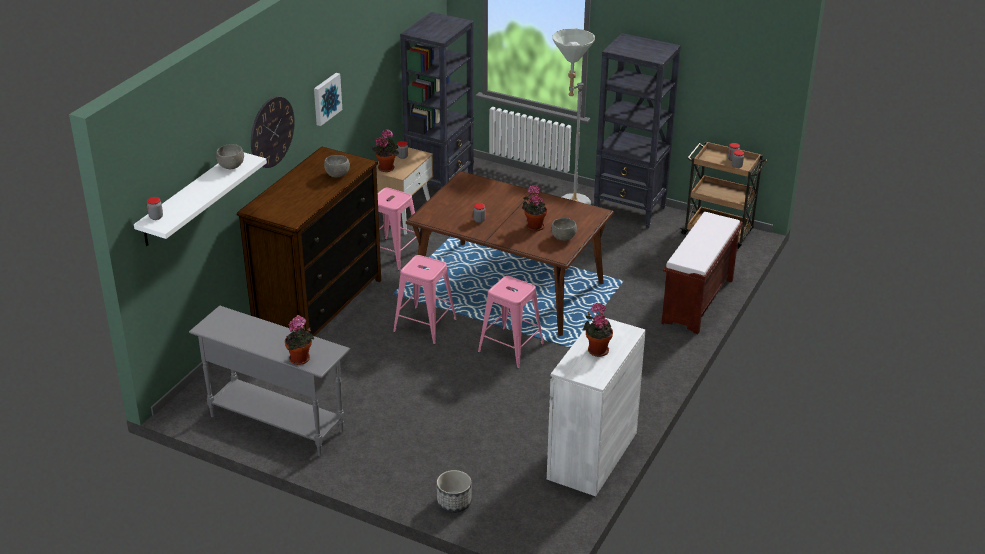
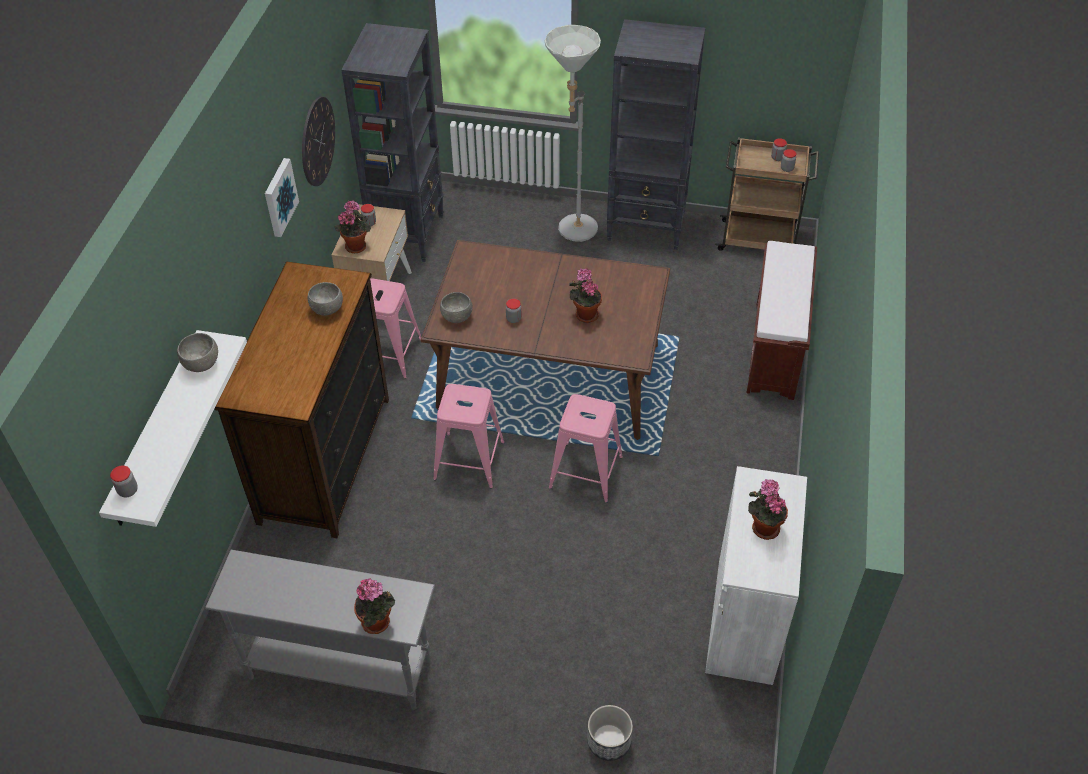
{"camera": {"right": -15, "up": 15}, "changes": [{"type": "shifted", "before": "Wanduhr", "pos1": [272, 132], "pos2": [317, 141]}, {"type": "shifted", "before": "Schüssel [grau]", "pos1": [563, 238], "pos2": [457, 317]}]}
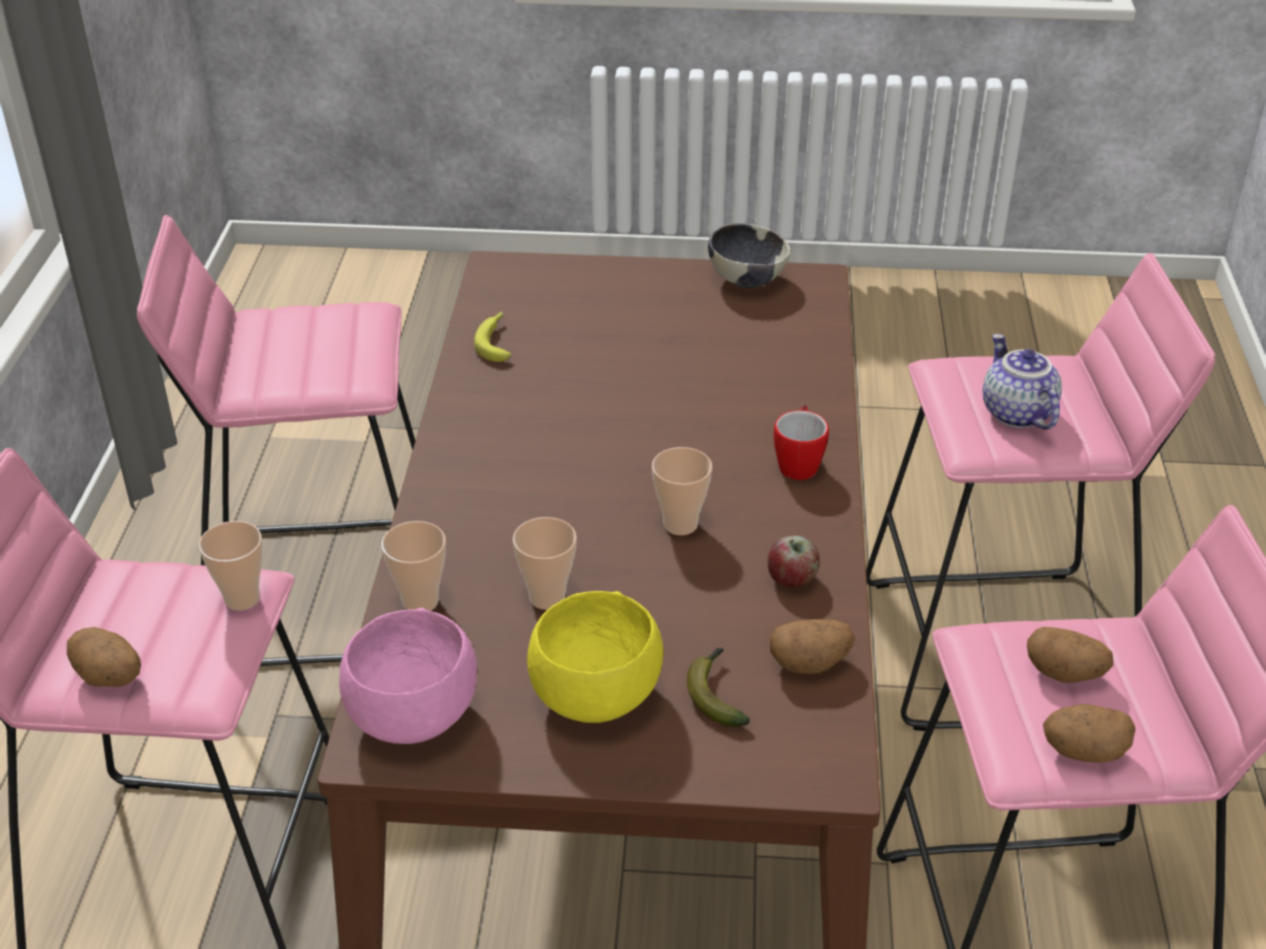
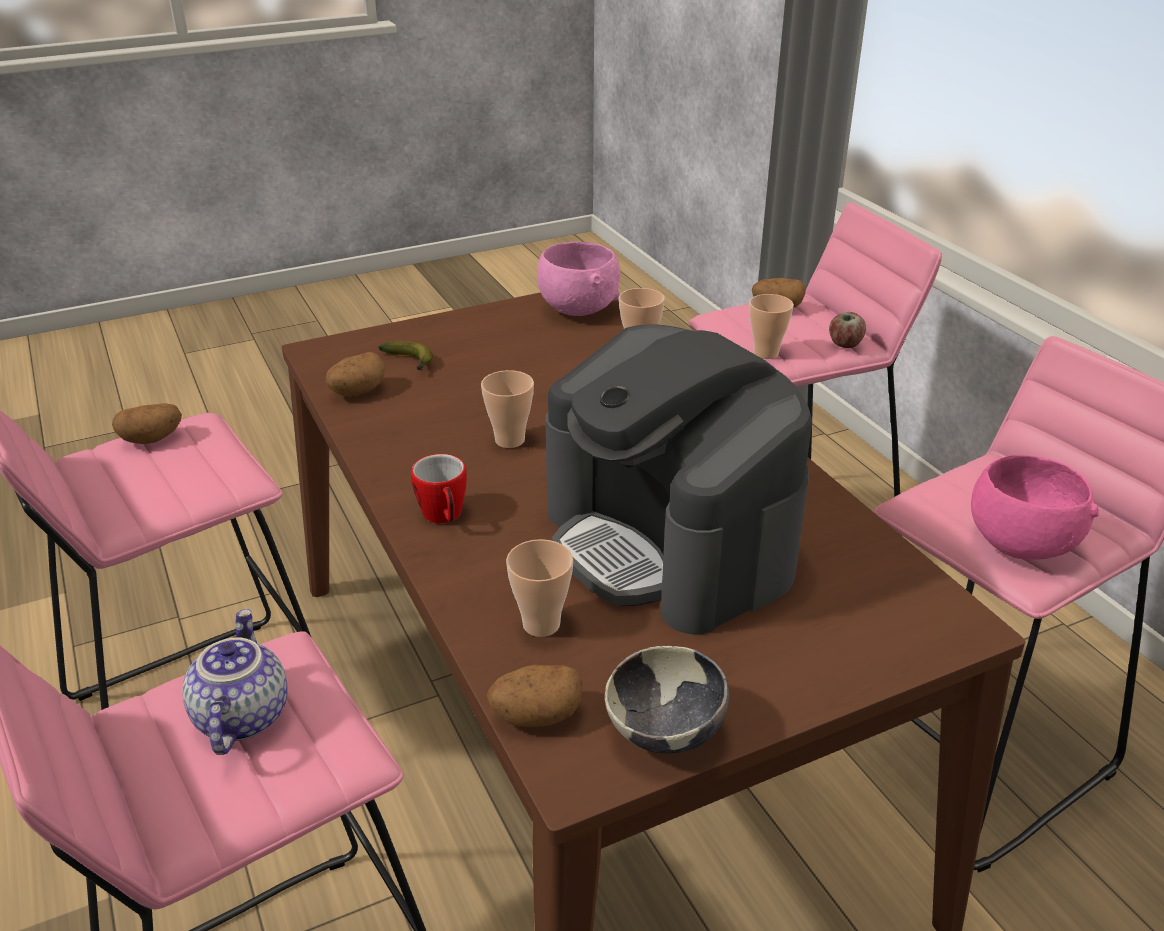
{"camera": {"right": 150, "up": -5}, "changes": [{"type": "rotated", "before": "Teekanne", "pos1": [1015, 413], "pos2": [239, 716], "turn": -135}, {"type": "shifted", "before": "Kartoffel", "pos1": [1065, 673], "pos2": [536, 716]}, {"type": "shifted", "before": "Tasse", "pos1": [547, 597], "pos2": [541, 624]}, {"type": "new", "after": "Kaffeemaschine", "pos2": [669, 543]}, {"type": "shifted", "before": "Apfel", "pos1": [792, 579], "pos2": [844, 344]}, {"type": "new", "after": "Schüssel [rosa]", "pos2": [1018, 544]}, {"type": "gone", "before": "Banane", "pos1": [496, 341]}, {"type": "gone", "before": "Schüssel [gelb]", "pos1": [595, 698]}]}
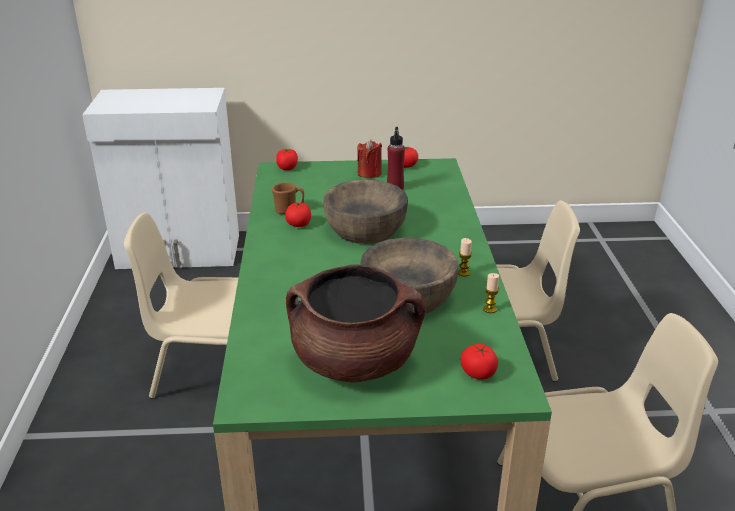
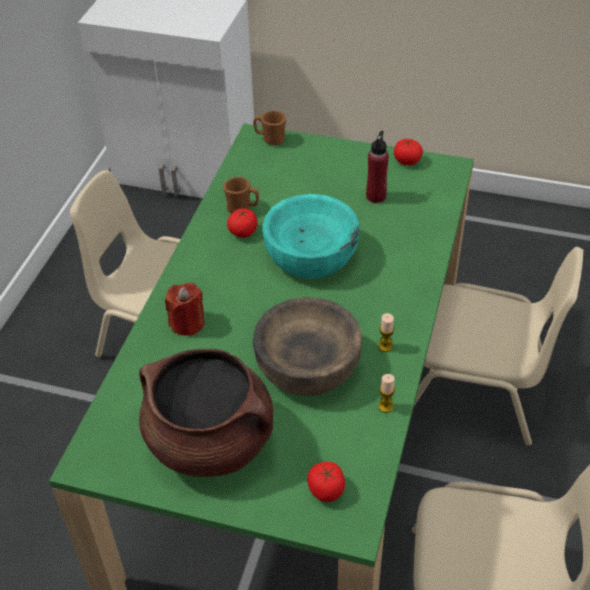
{"camera": {"right": 20, "up": 15}, "changes": [{"type": "shifted", "before": "Kerze [rot]", "pos1": [369, 173], "pos2": [187, 323]}, {"type": "swapped", "before": "Tomate", "after": "Henkelbecher [braun]", "pos1": [287, 168], "pos2": [270, 139]}, {"type": "repainted", "before": "Schüssel [braun]", "after": "Schüssel [türkis]", "pos1": [365, 229], "pos2": [311, 254]}]}
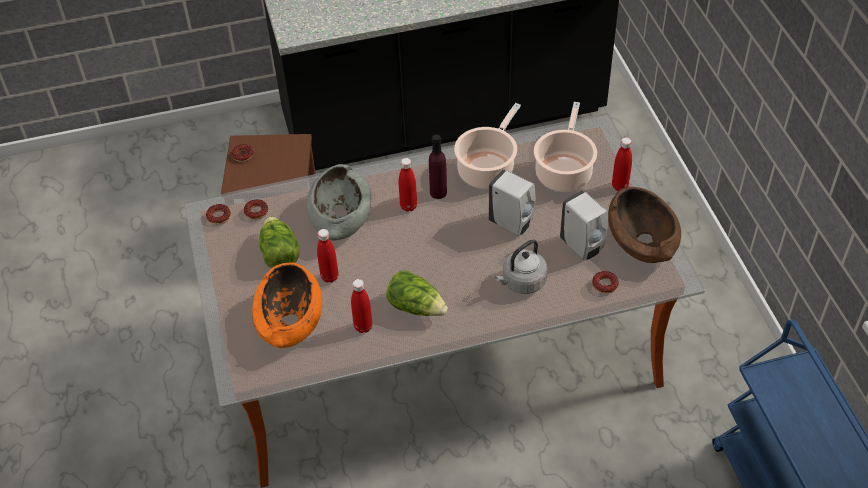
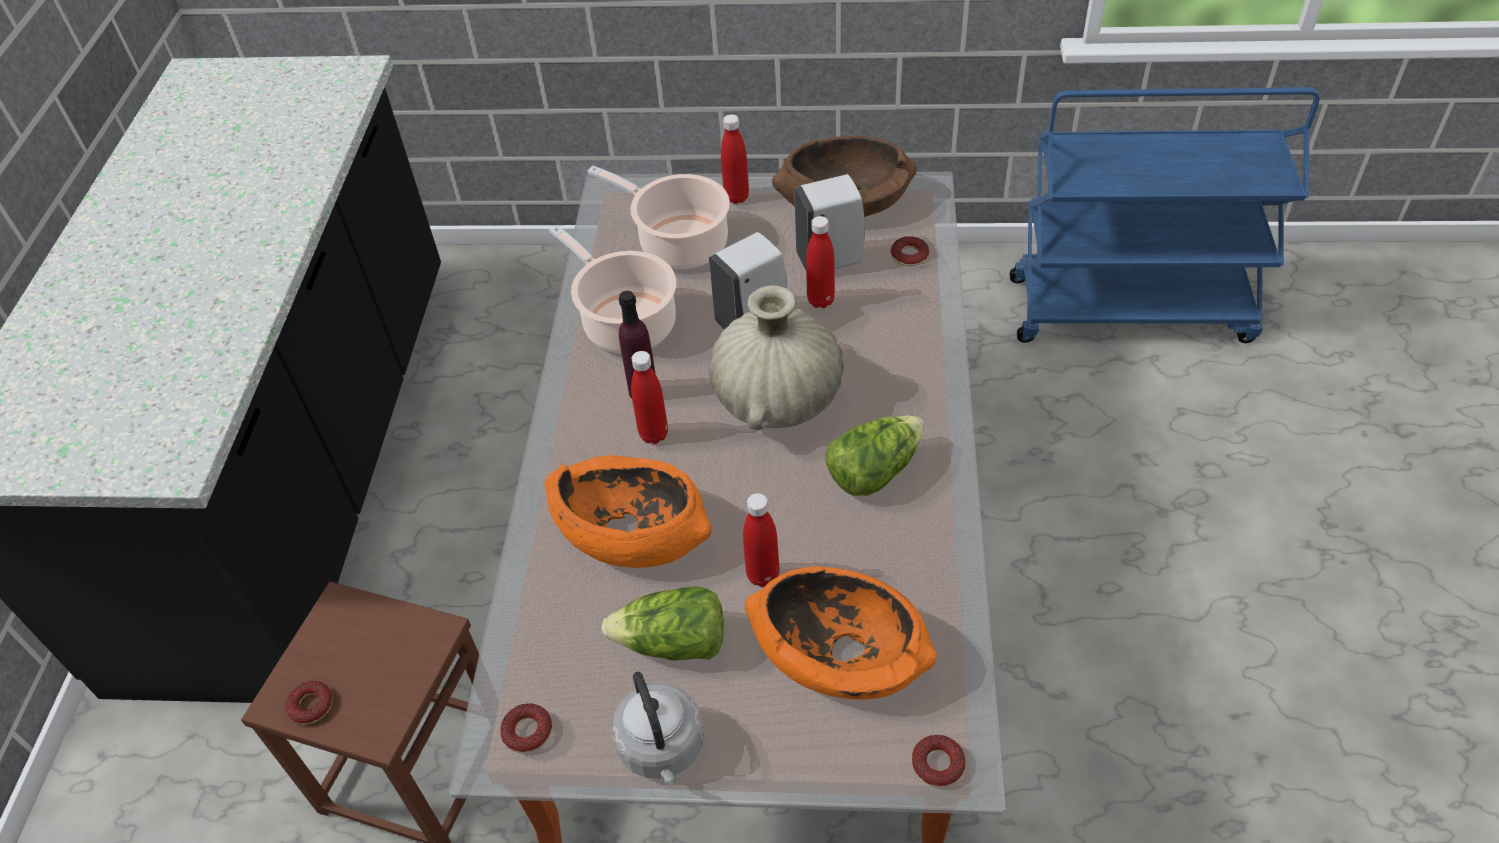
{"camera": {"right": -70, "up": 0}, "changes": [{"type": "repainted", "before": "Schüssel [grau]", "after": "Schüssel [orange]", "pos1": [340, 217], "pos2": [630, 532]}, {"type": "shifted", "before": "Wasserkessel [grau]", "pos1": [522, 282], "pos2": [662, 749]}, {"type": "new", "after": "Vase [beige]", "pos2": [777, 399]}, {"type": "shifted", "before": "Flasche [rot]", "pos1": [363, 327], "pos2": [820, 300]}, {"type": "shifted", "before": "Donut", "pos1": [256, 212], "pos2": [937, 764]}]}
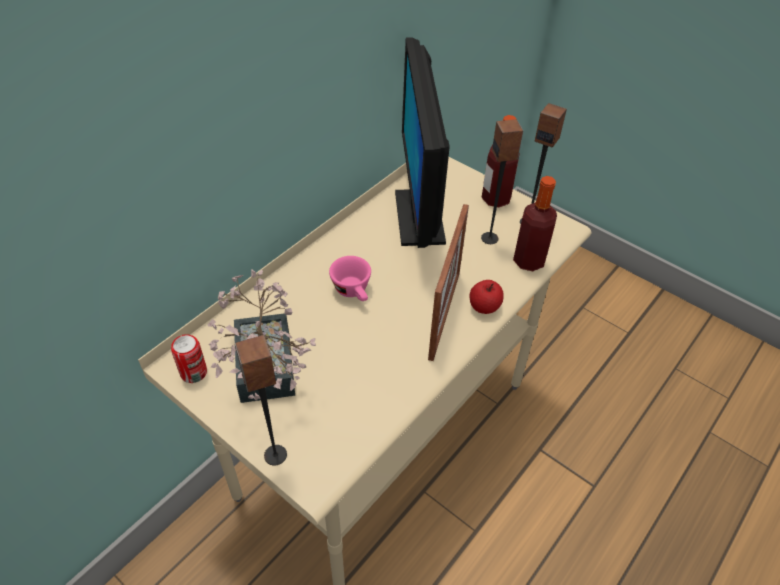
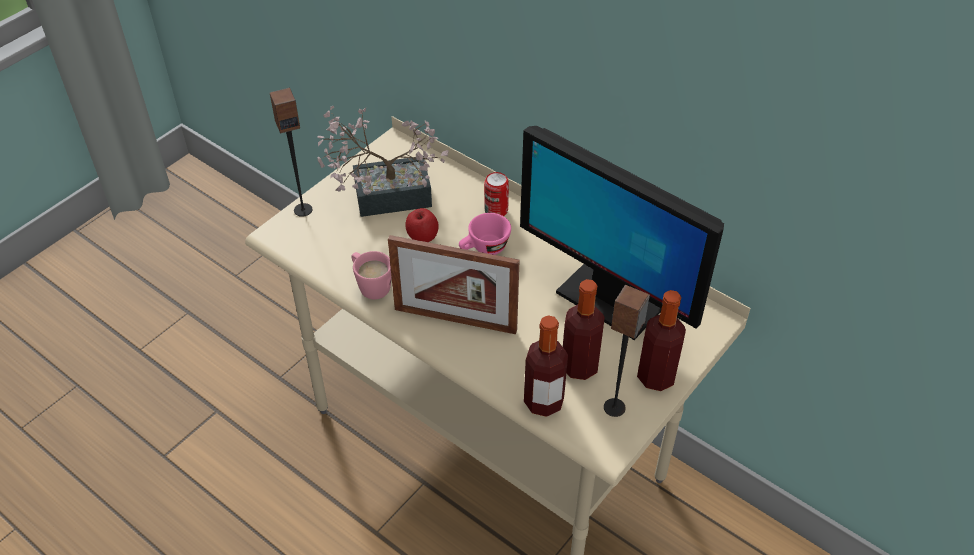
{"camera": {"right": 90, "up": 0}, "changes": [{"type": "new", "after": "Henkelbecher [rosa]", "pos2": [371, 286]}, {"type": "shifted", "before": "Apfel", "pos1": [484, 307], "pos2": [422, 236]}, {"type": "shifted", "before": "Dose", "pos1": [194, 373], "pos2": [496, 210]}, {"type": "rotated", "before": "Monitor", "pos1": [419, 217], "pos2": [608, 300], "turn": -135}, {"type": "swapped", "before": "Lautsprecher", "after": "Flasche", "pos1": [490, 238], "pos2": [579, 366]}]}
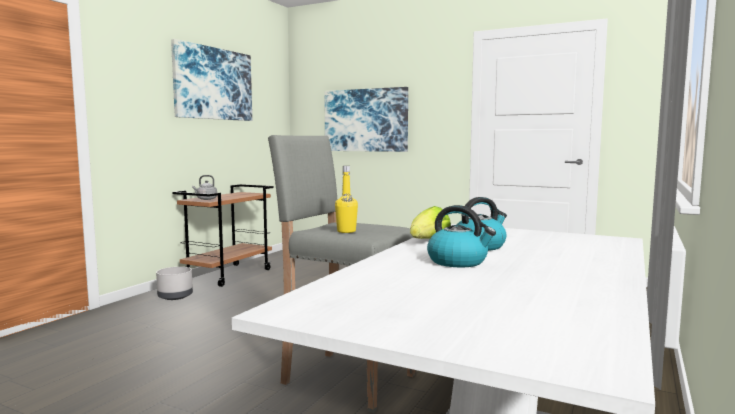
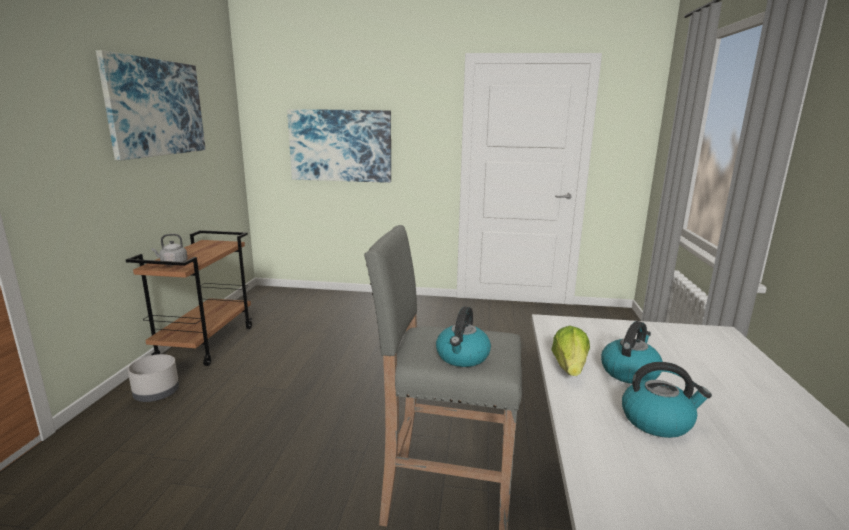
{"camera": {"right": -20, "up": 10}, "changes": [{"type": "swapped", "before": "Flasche [gelb]", "after": "Wasserkessel", "pos1": [346, 231], "pos2": [462, 357]}]}
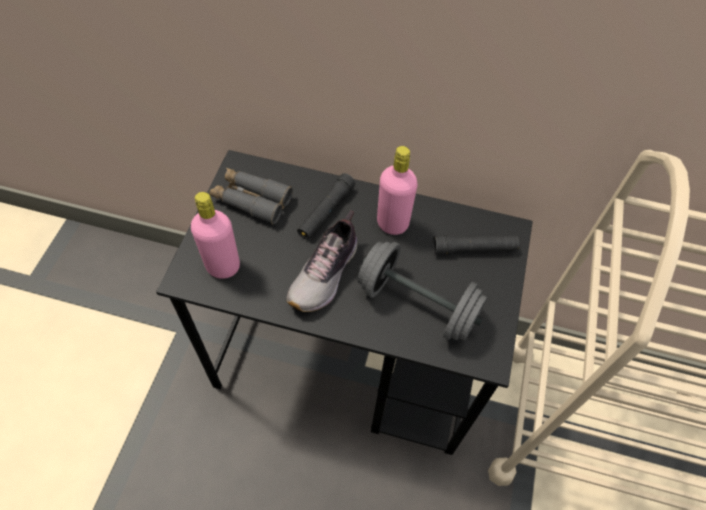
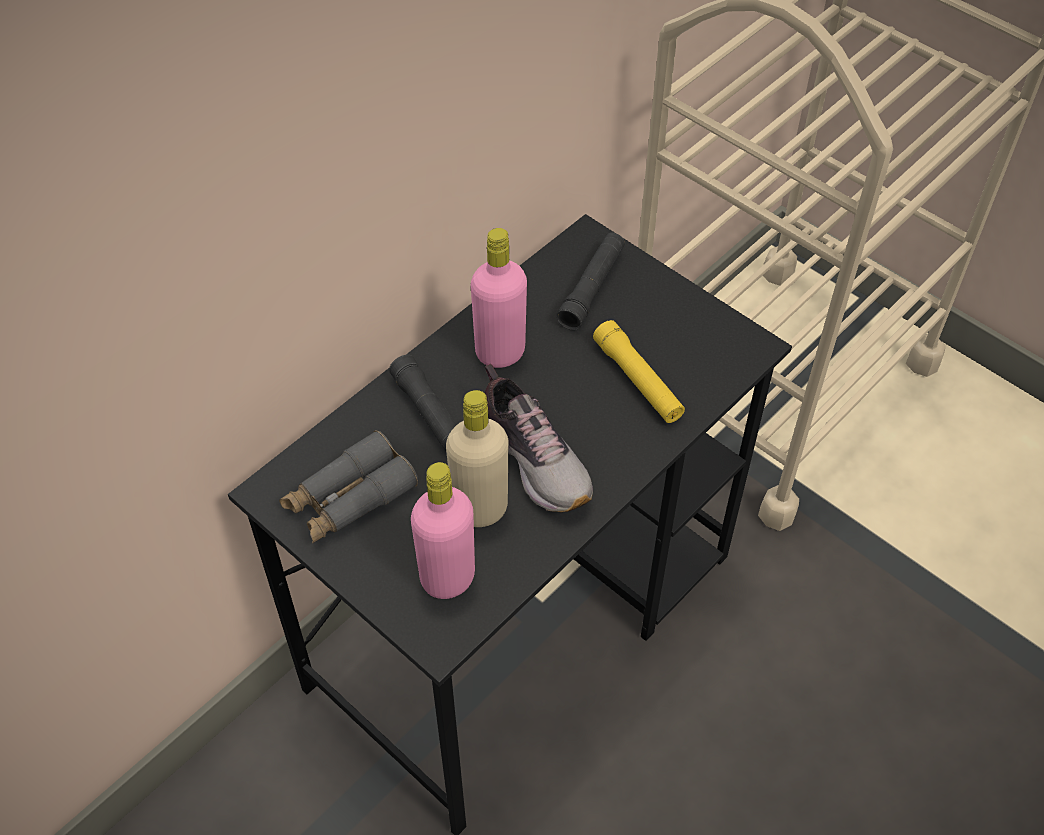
{"camera": {"right": -60, "up": -5}, "changes": [{"type": "new", "after": "Flasche [beige]", "pos2": [480, 508]}, {"type": "swapped", "before": "Hantel [grau]", "after": "Taschenlampe [gelb]", "pos1": [417, 304], "pos2": [638, 380]}]}
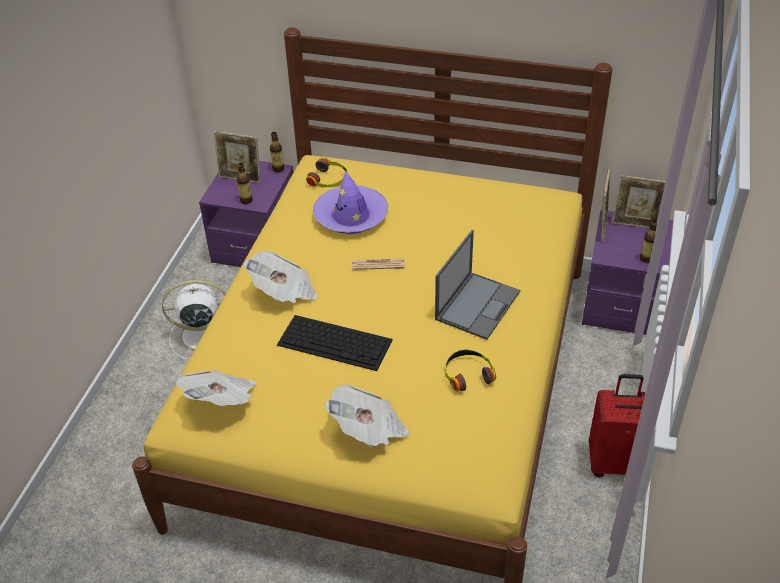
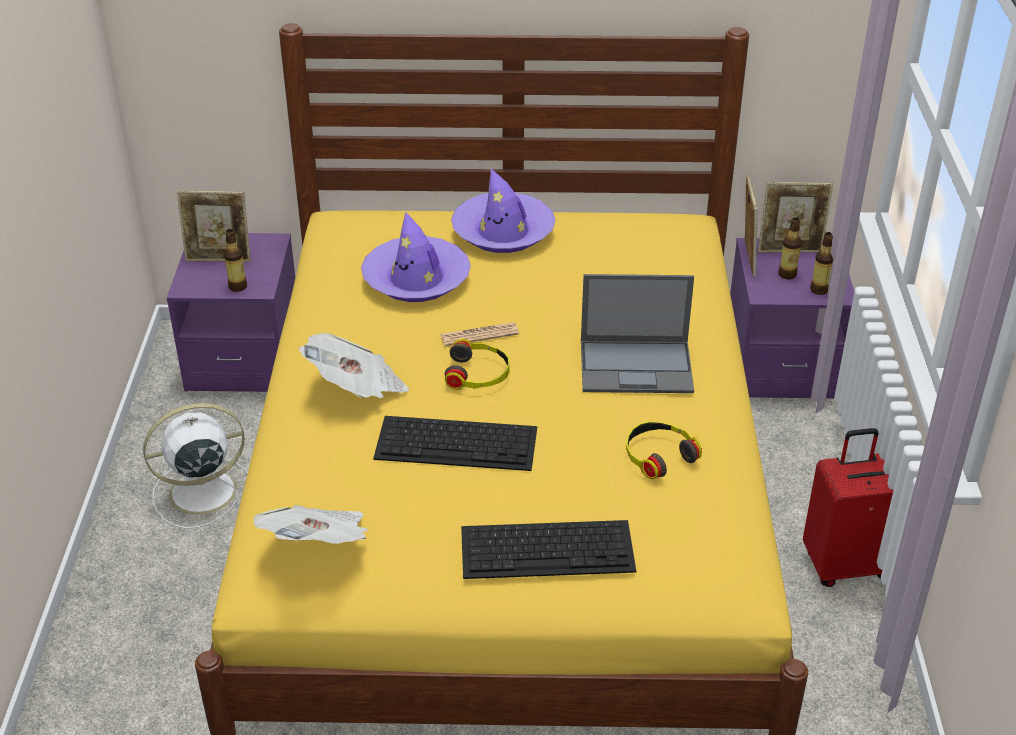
{"camera": {"right": -15, "up": -5}, "changes": [{"type": "shifted", "before": "Kopfhörer", "pos1": [329, 179], "pos2": [478, 374]}, {"type": "new", "after": "Hut [lila]", "pos2": [503, 232]}, {"type": "swapped", "before": "Zeitung", "after": "Tastatur", "pos1": [369, 430], "pos2": [549, 548]}, {"type": "rotated", "before": "Laptop", "pos1": [478, 304], "pos2": [637, 366], "turn": 75}, {"type": "shifted", "before": "Flasche", "pos1": [278, 169], "pos2": [787, 274]}]}
